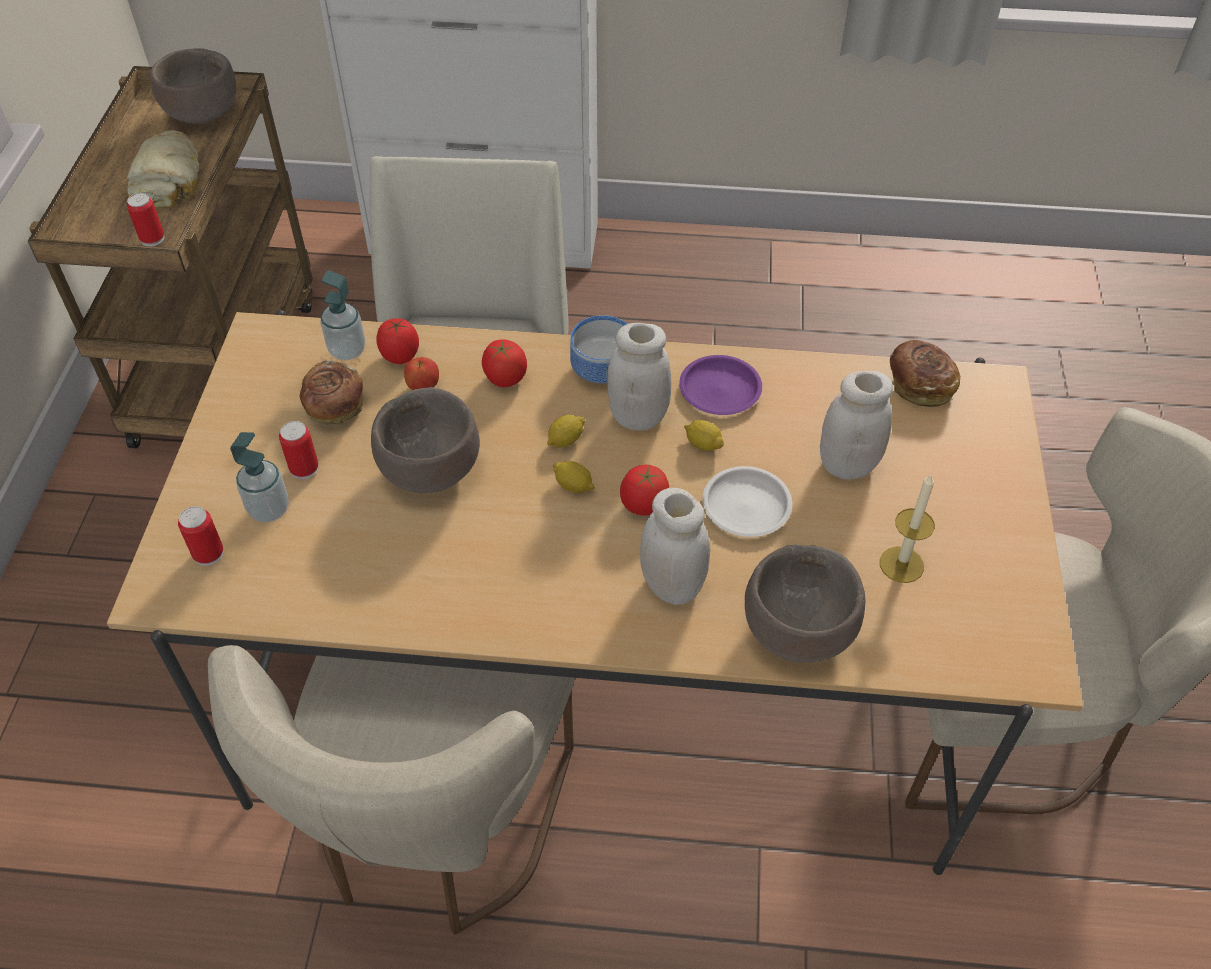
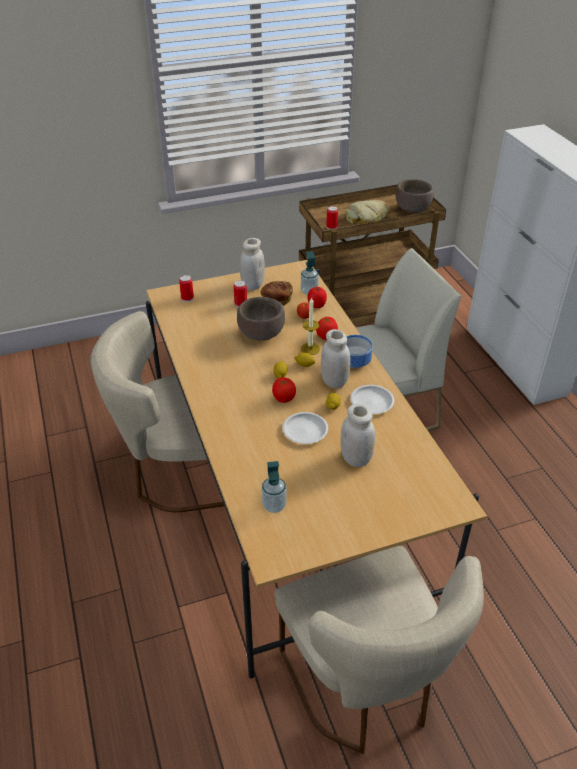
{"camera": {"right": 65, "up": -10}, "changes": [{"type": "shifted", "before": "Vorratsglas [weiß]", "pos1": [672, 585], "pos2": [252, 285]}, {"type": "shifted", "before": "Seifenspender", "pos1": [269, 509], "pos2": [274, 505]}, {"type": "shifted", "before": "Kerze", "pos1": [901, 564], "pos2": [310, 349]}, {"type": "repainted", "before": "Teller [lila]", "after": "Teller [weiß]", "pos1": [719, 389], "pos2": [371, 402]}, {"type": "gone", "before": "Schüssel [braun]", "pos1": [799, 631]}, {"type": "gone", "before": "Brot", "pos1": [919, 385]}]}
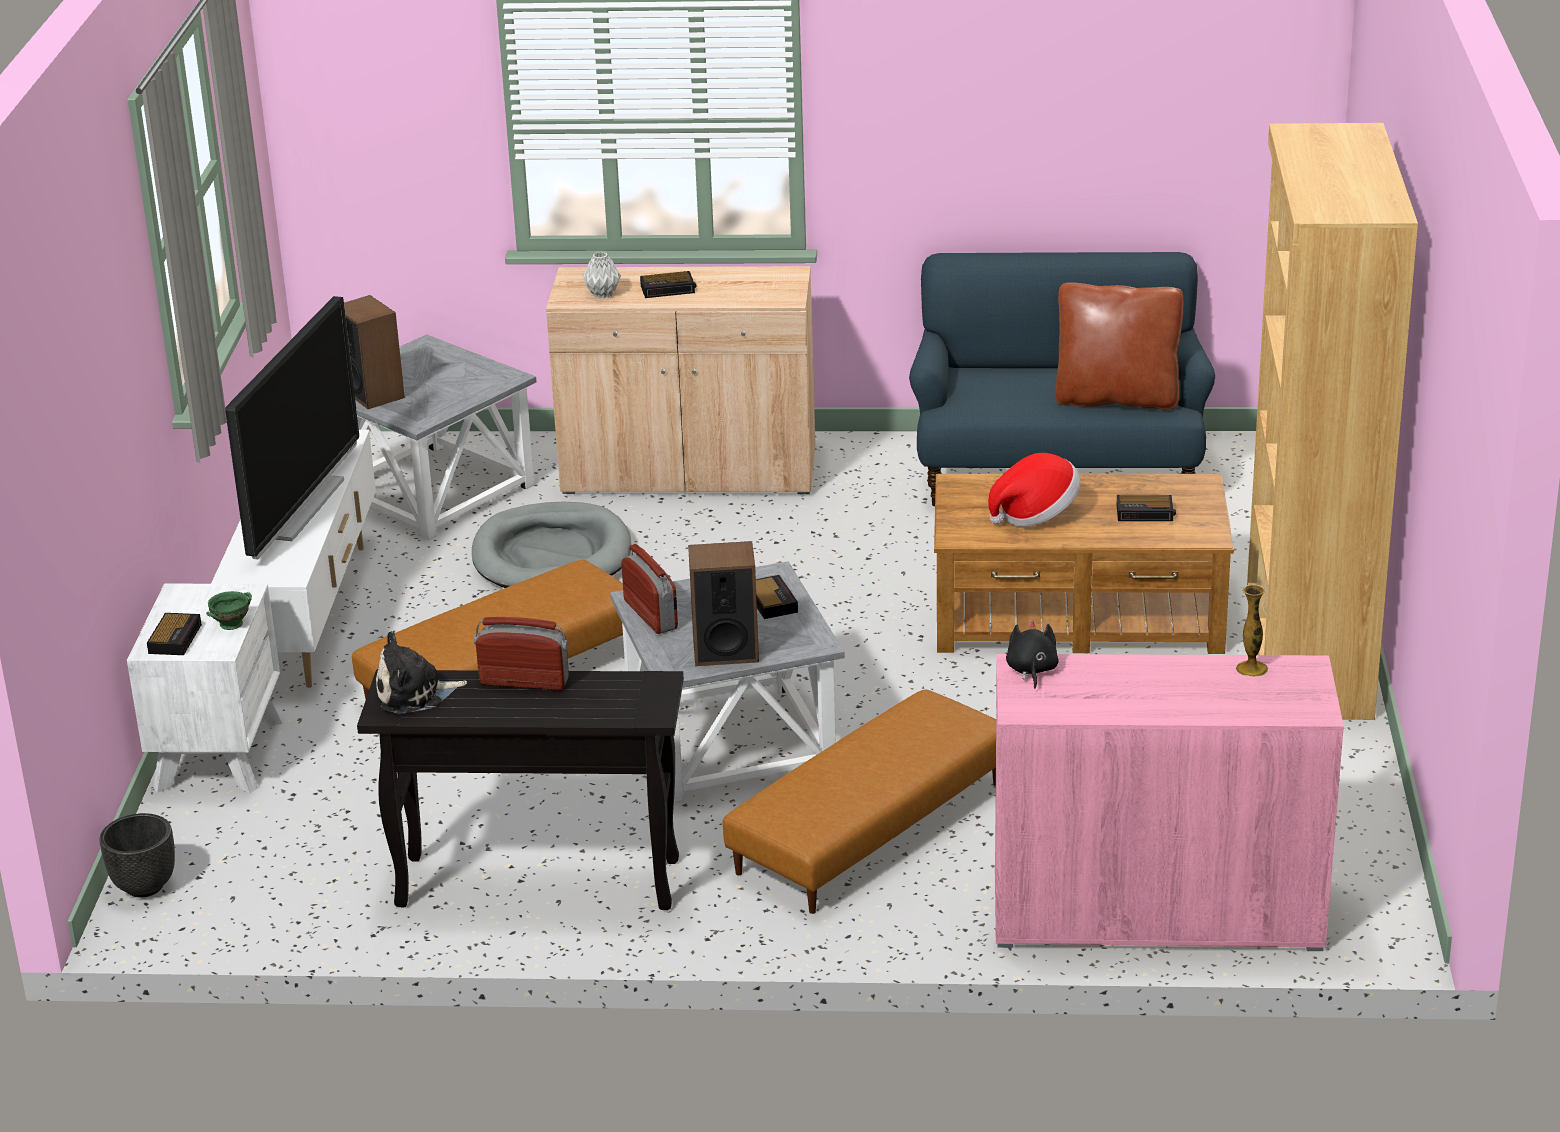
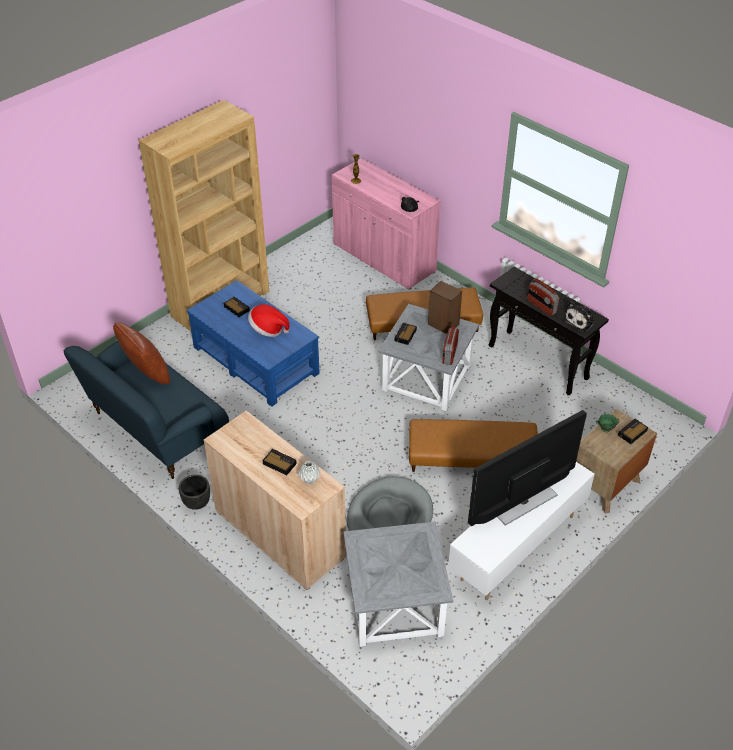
{"camera": {"right": -140, "up": 15}, "changes": [{"type": "shifted", "before": "Pflanzkübel [schwarz]", "pos1": [145, 886], "pos2": [196, 503]}, {"type": "repainted", "before": "Couchtisch [braun]", "after": "Couchtisch [blau]", "pos1": [1079, 615], "pos2": [256, 359]}, {"type": "rotated", "before": "Plüschtier", "pos1": [414, 694], "pos2": [580, 321], "turn": 105}, {"type": "repainted", "before": "Nachttisch [weiß]", "after": "Nachttisch [braun]", "pos1": [218, 754], "pos2": [605, 485]}, {"type": "gone", "before": "Lautsprecher", "pos1": [374, 394]}]}
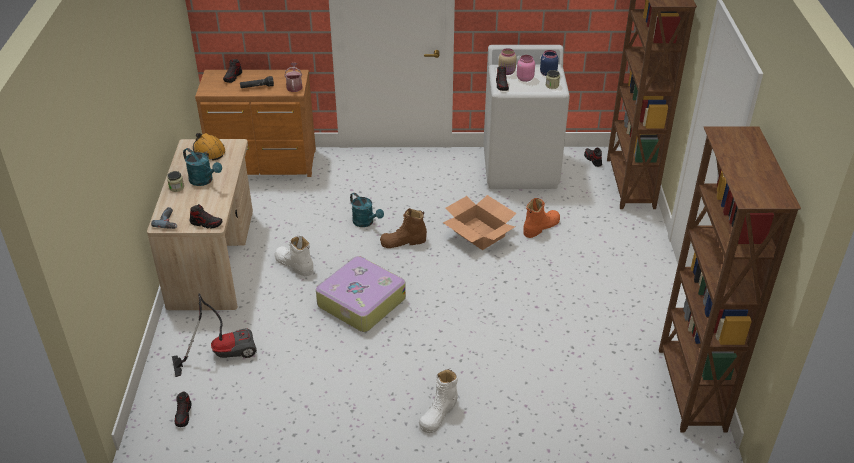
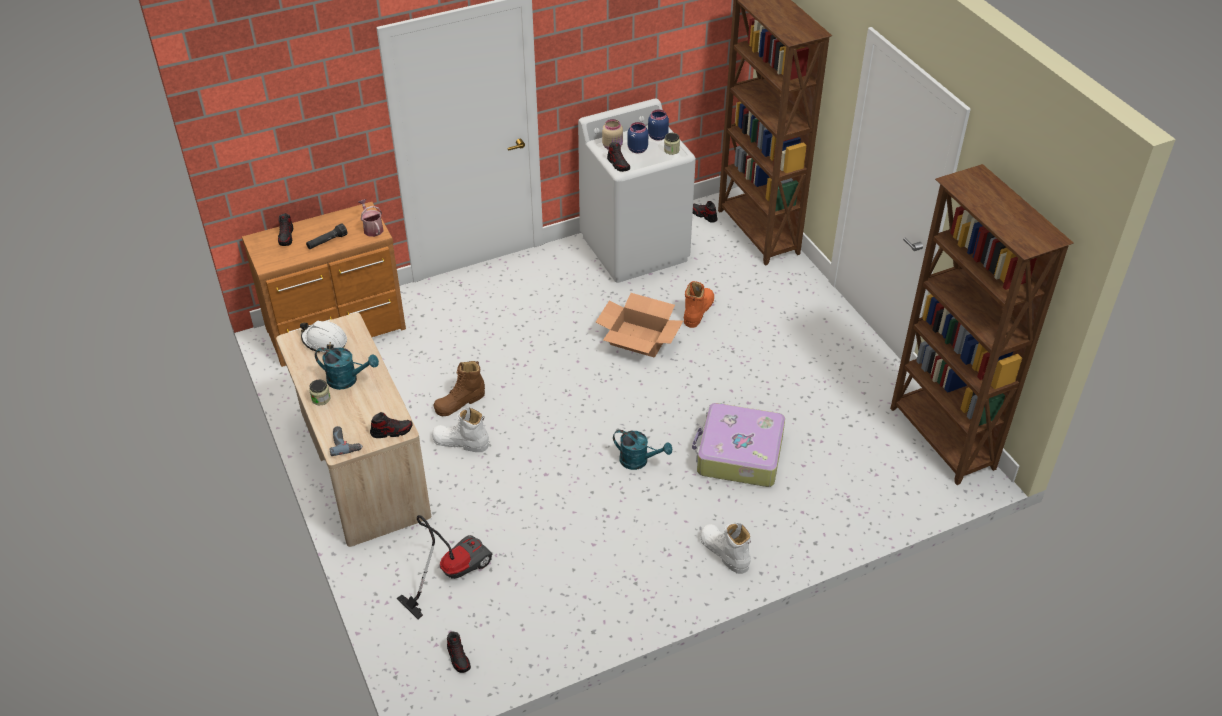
{"camera": {"right": -25, "up": 5}, "changes": [{"type": "repainted", "before": "Schutzhelm [orange]", "after": "Schutzhelm [weiß]", "pos1": [209, 151], "pos2": [324, 341]}, {"type": "shifted", "before": "Stiefel [braun]", "pos1": [403, 241], "pos2": [460, 402]}, {"type": "shifted", "before": "Gießkanne [türkis]", "pos1": [366, 222], "pos2": [639, 461]}, {"type": "repainted", "before": "Vorratsglas [rosa]", "after": "Vorratsglas [blau]", "pos1": [524, 78], "pos2": [637, 149]}, {"type": "shifted", "before": "Koffer", "pos1": [360, 302], "pos2": [738, 454]}, {"type": "rotated", "before": "Stiefel [weiß]", "pos1": [438, 413], "pos2": [724, 552], "turn": 135}]}
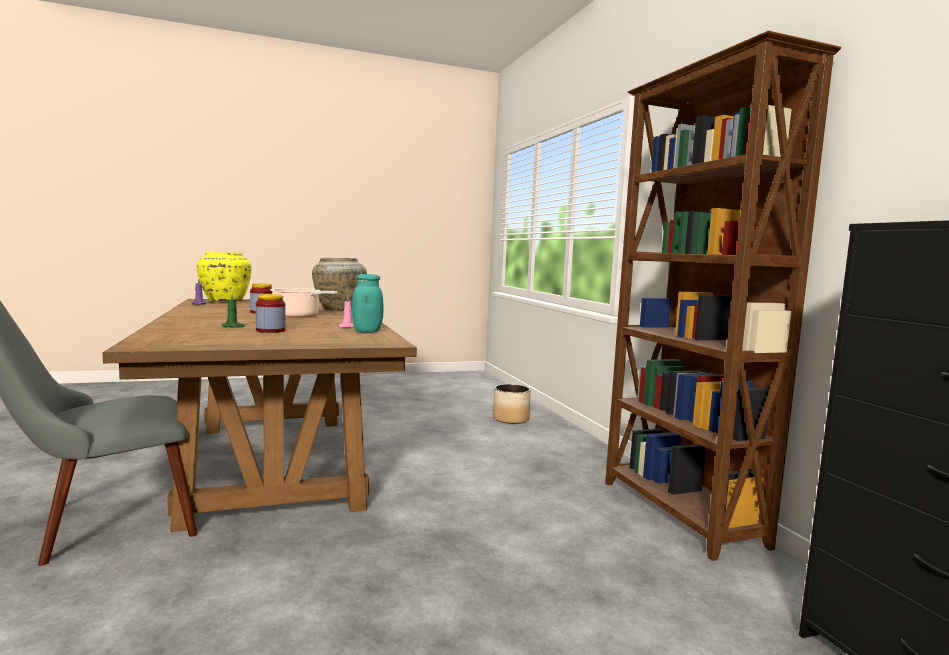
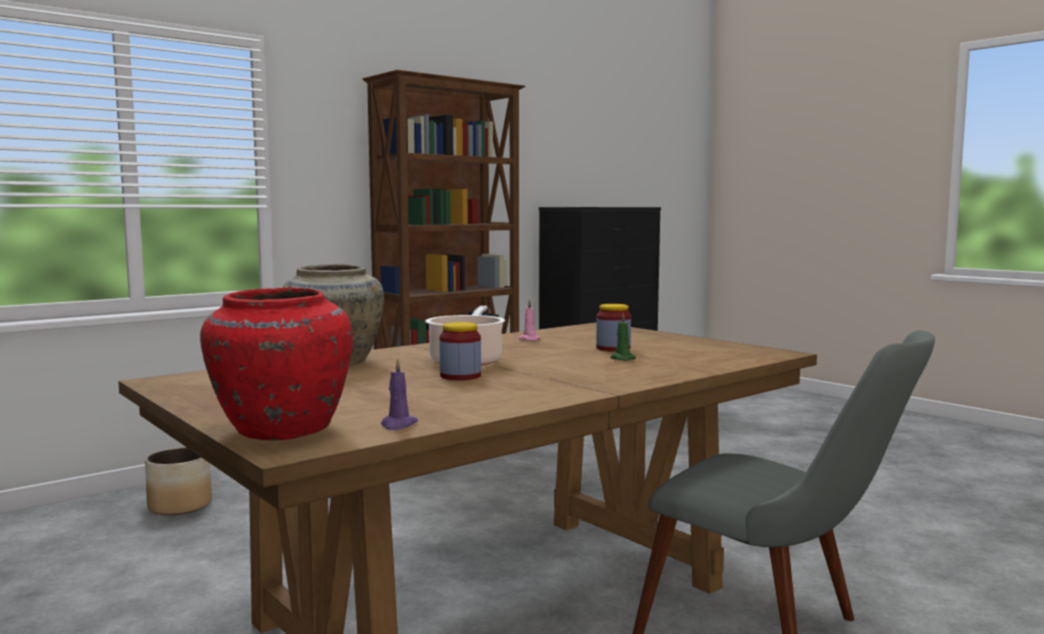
{"camera": {"right": -110, "up": 0}, "changes": [{"type": "repainted", "before": "Vase [gelb]", "after": "Vase [rot]", "pos1": [225, 300], "pos2": [280, 430]}, {"type": "gone", "before": "Vorratsglas [türkis]", "pos1": [367, 331]}]}
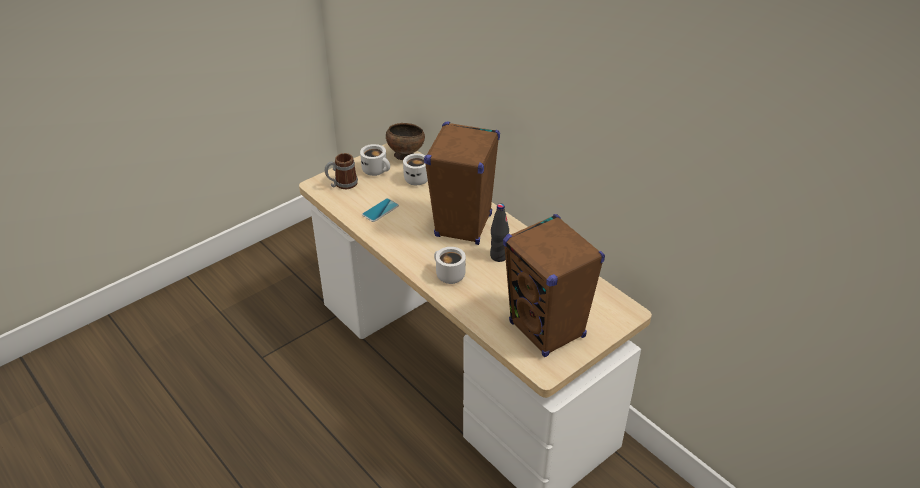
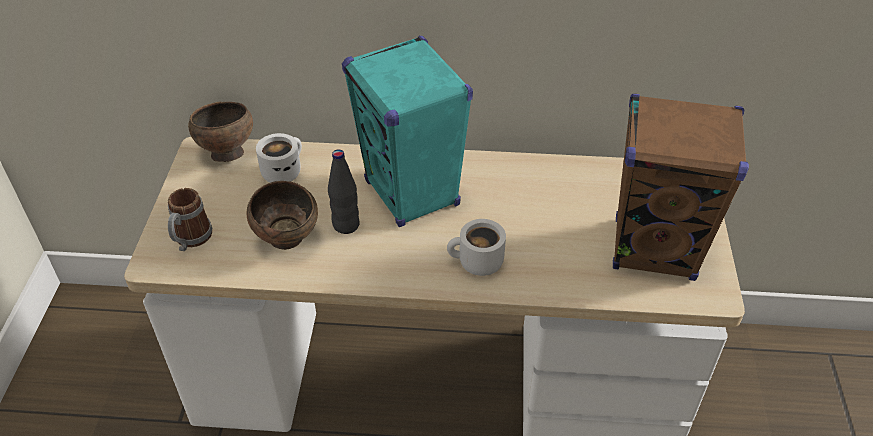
{"camera": {"right": -45, "up": 5}, "changes": [{"type": "swapped", "before": "Handy", "after": "Schüssel [braun]", "pos1": [380, 210], "pos2": [289, 240]}, {"type": "shifted", "before": "Flasche [schwarz]", "pos1": [498, 256], "pos2": [346, 225]}, {"type": "repainted", "before": "Lautsprecher [braun]", "after": "Lautsprecher [türkis]", "pos1": [463, 226], "pos2": [412, 194]}, {"type": "gone", "before": "Henkelbecher [weiß]", "pos1": [377, 170]}]}
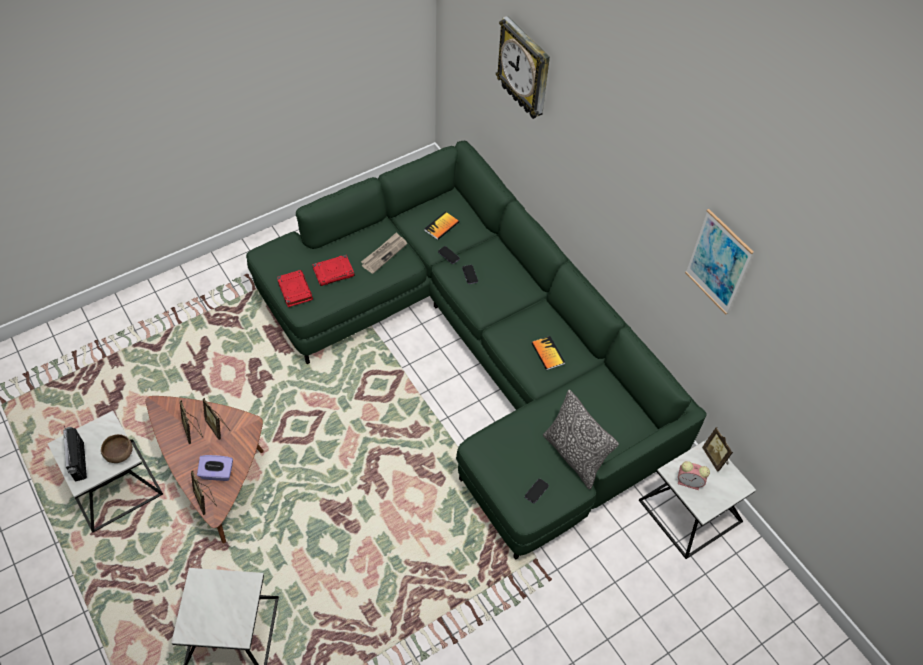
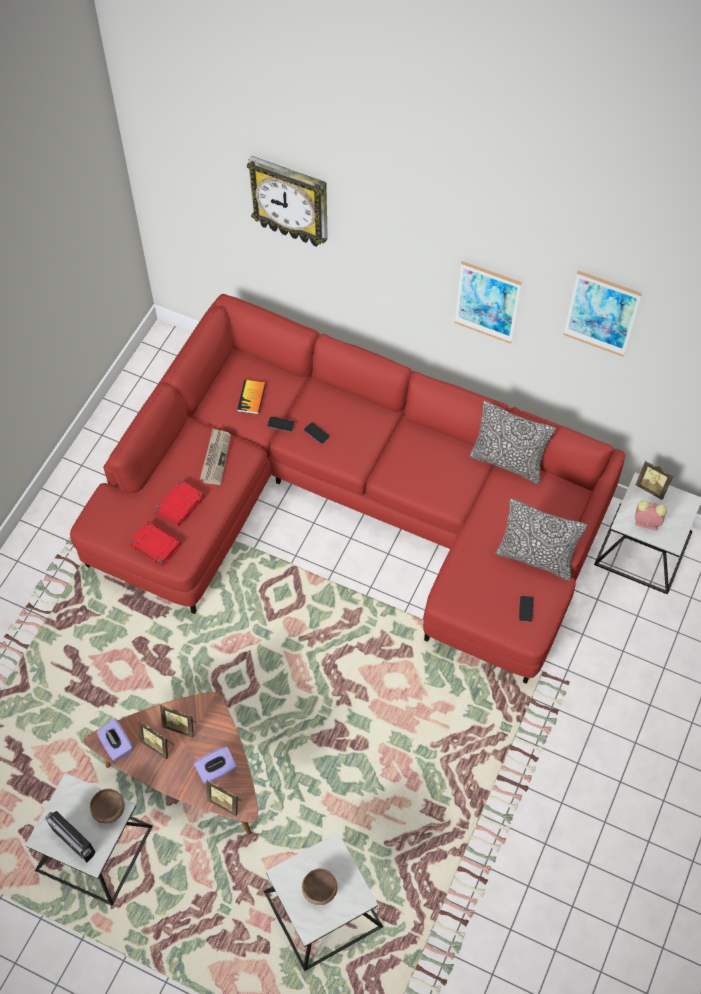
{"camera": {"right": -30, "up": 5}, "changes": [{"type": "repainted", "before": "Sofa [grün]", "after": "Sofa [rot]", "pos1": [477, 350], "pos2": [350, 504]}, {"type": "new", "after": "Taschentuchbox [lila]", "pos2": [116, 745]}, {"type": "new", "after": "Schüssel [braun]", "pos2": [319, 891]}, {"type": "new", "after": "Bild", "pos2": [487, 302]}, {"type": "new", "after": "Kissen", "pos2": [507, 462]}, {"type": "rotated", "before": "Wecker", "pos1": [690, 482], "pos2": [645, 523], "turn": -150}, {"type": "gone", "before": "Buch", "pos1": [547, 353]}]}
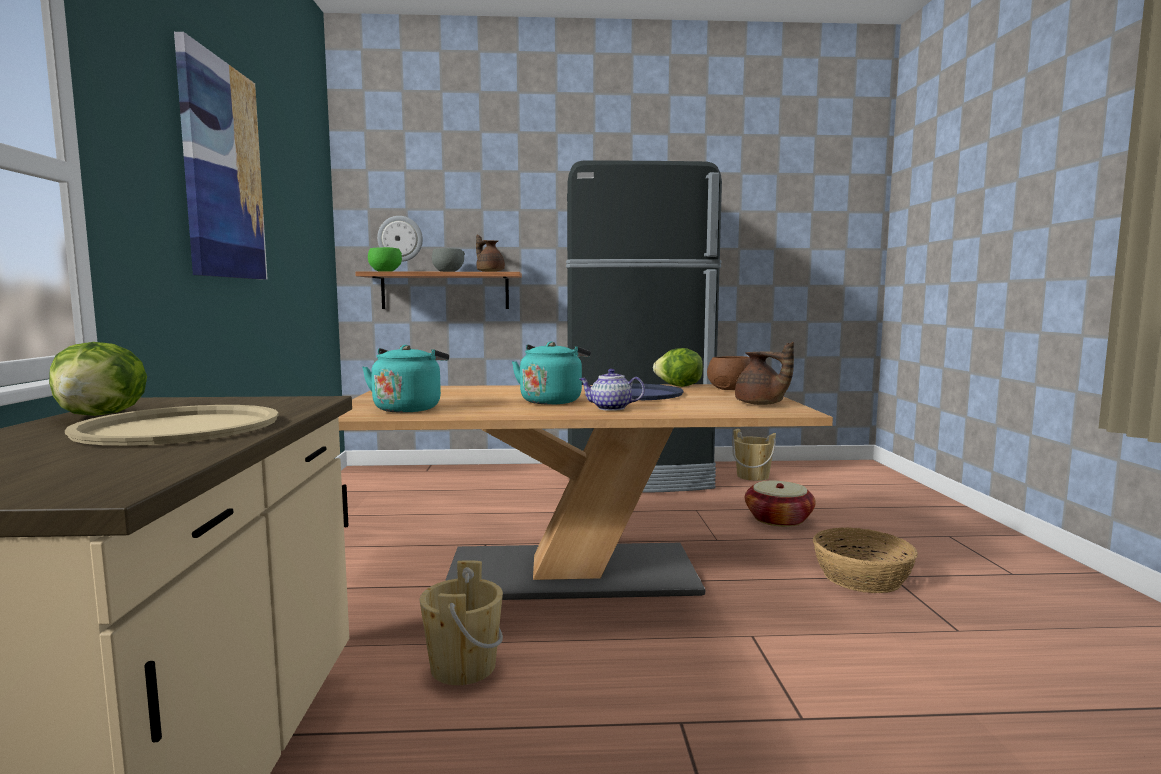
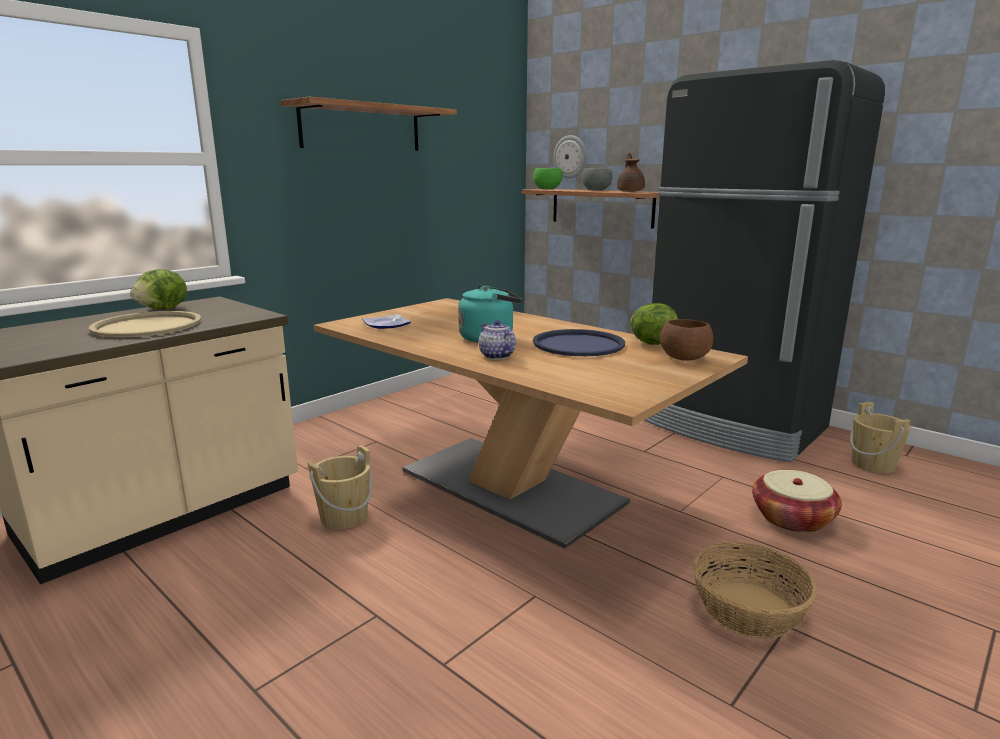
{"camera": {"right": 45, "up": 10}, "changes": [{"type": "swapped", "before": "Bild", "after": "Wandregal", "pos1": [222, 171], "pos2": [361, 128]}, {"type": "swapped", "before": "Wasserkessel [türkis]", "after": "Teller", "pos1": [408, 408], "pos2": [388, 325]}, {"type": "gone", "before": "Teekanne [braun]", "pos1": [761, 404]}]}
